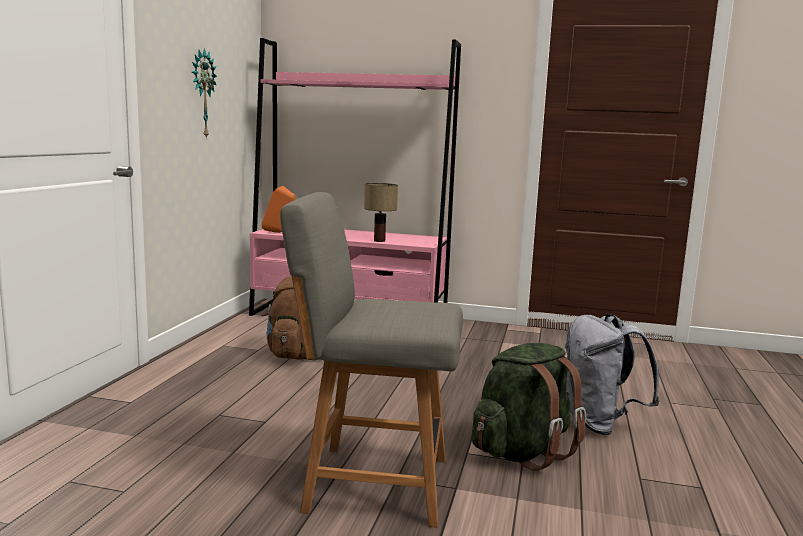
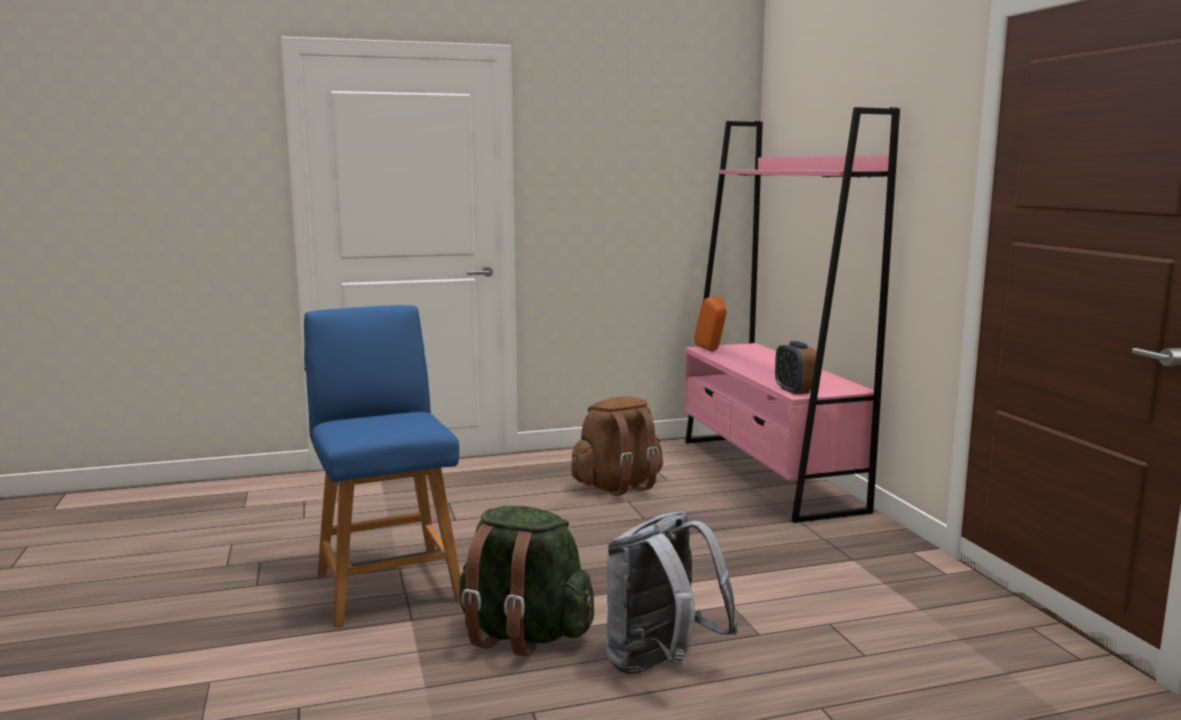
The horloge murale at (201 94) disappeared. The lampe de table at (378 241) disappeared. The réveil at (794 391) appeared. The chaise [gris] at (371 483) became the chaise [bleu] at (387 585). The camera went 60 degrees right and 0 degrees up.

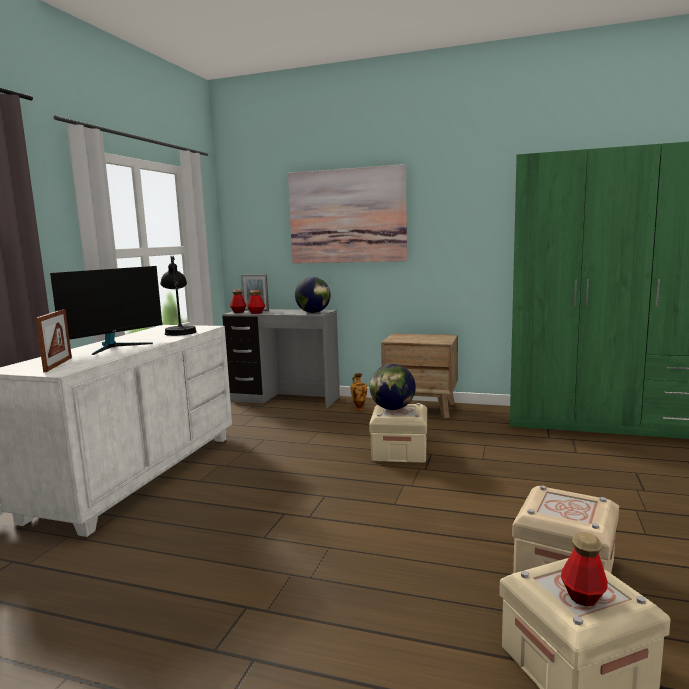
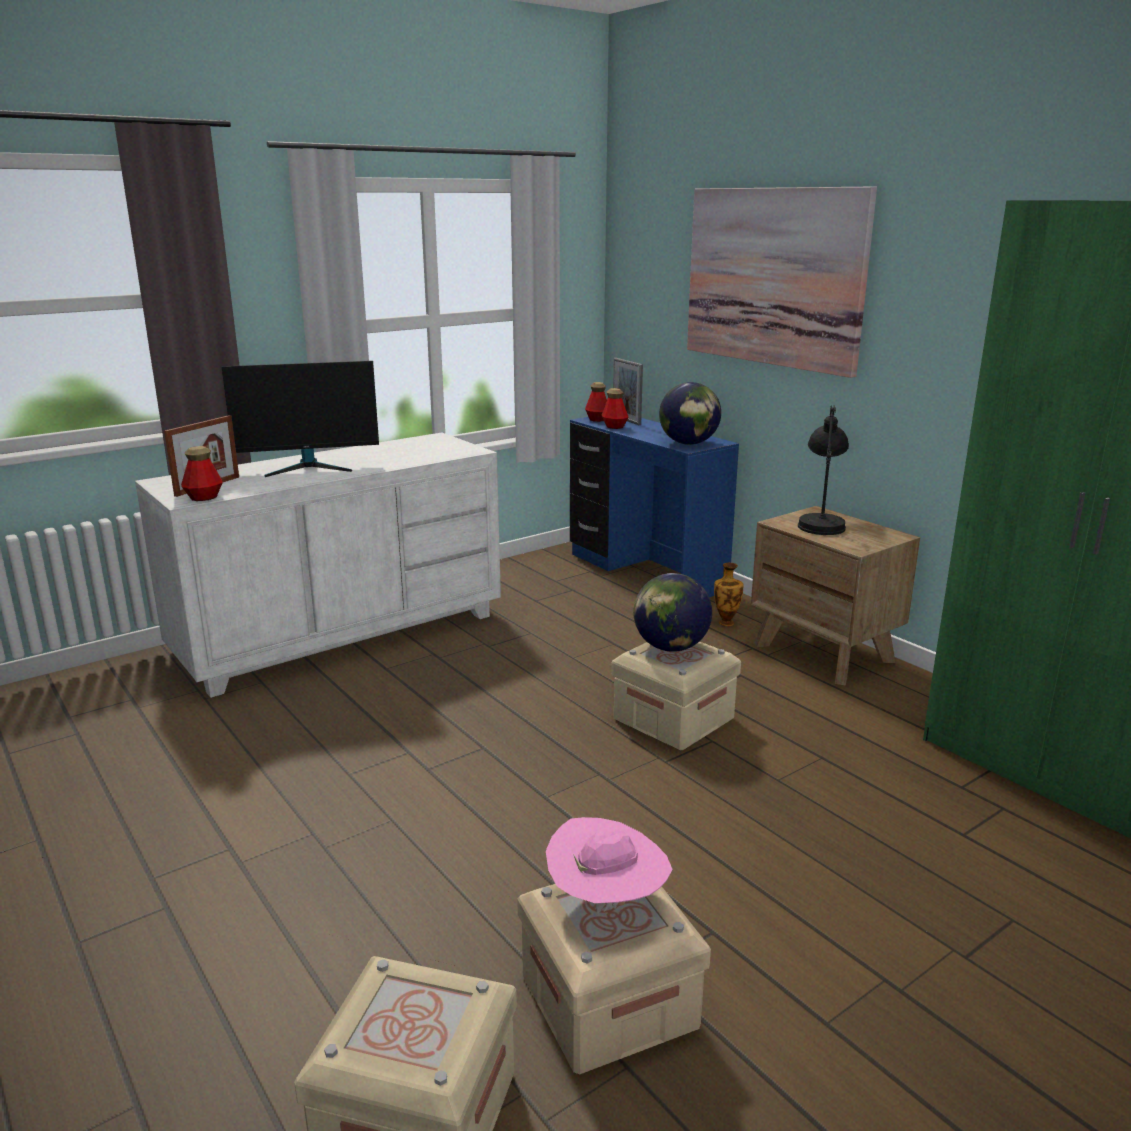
The chapeau [rose] at (607 901) appeared. The lampe de table [noir] moved from (179 331) to (821 520). The bouteille moved from (582 596) to (204 497). The bureau [gris] at (284 399) became the bureau [bleu] at (644 573). The camera went 35 degrees right and 10 degrees up.

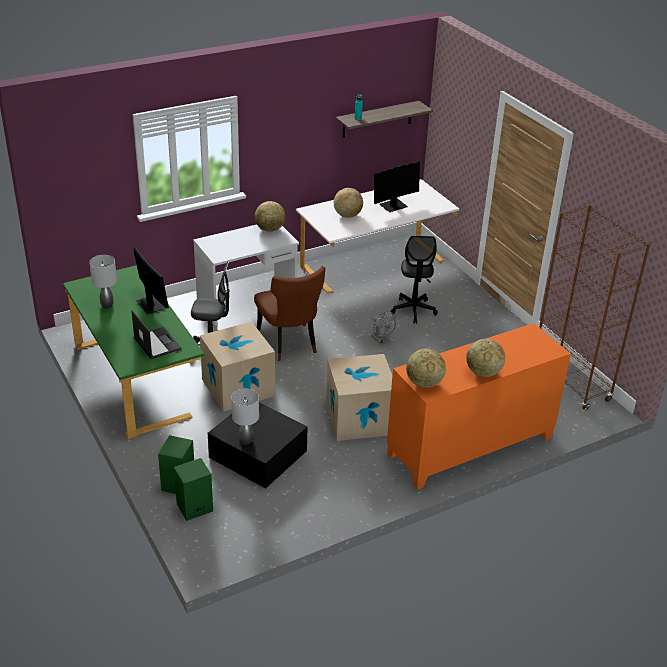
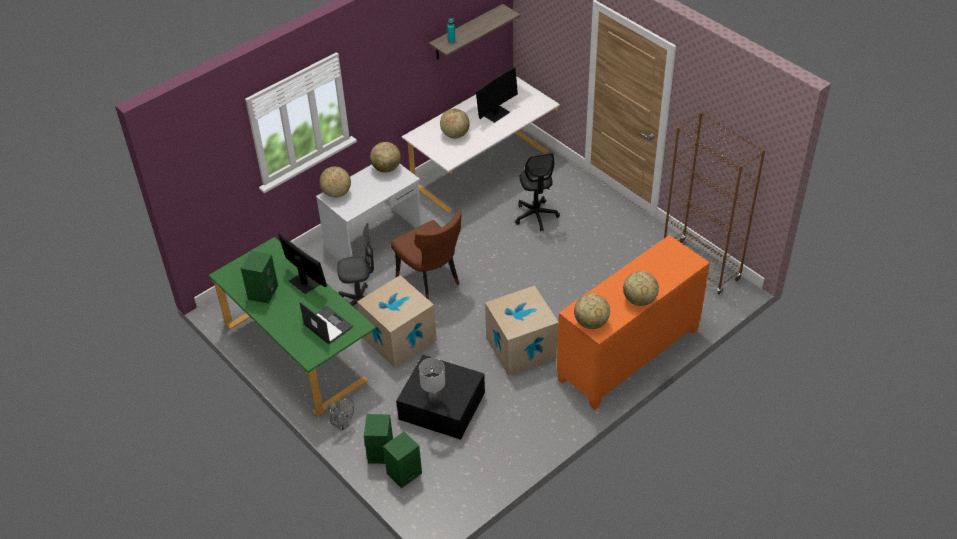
The globe at (336 193) appeared. The ventilateur [gris] moved from (381 340) to (342 425). The lampe de table [gris] at (107 305) was replaced by the enceinte [vert] at (262 291). The camera went 10 degrees left and 10 degrees up.

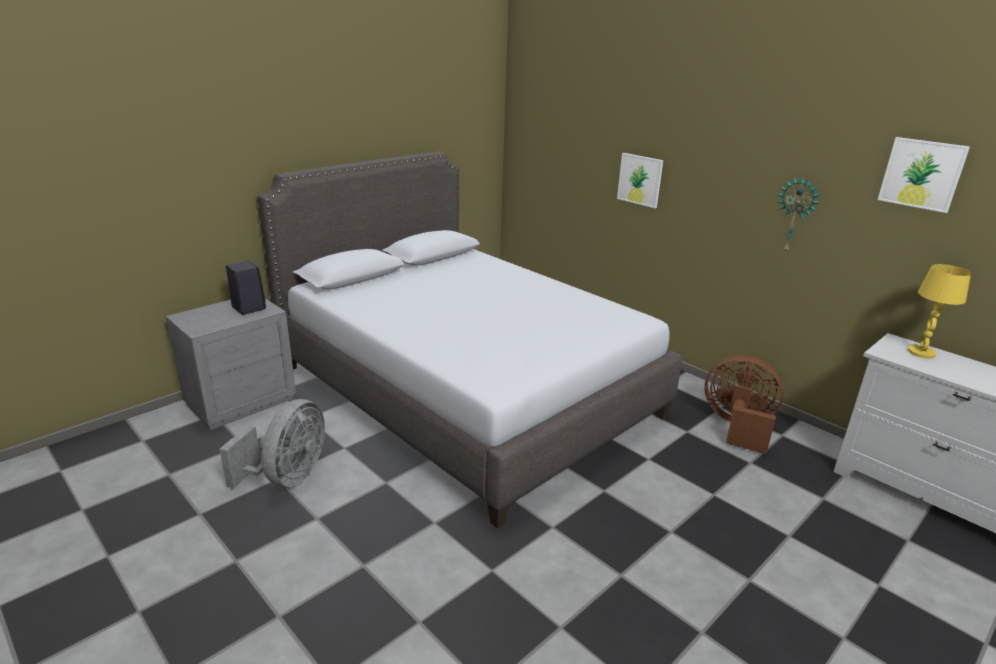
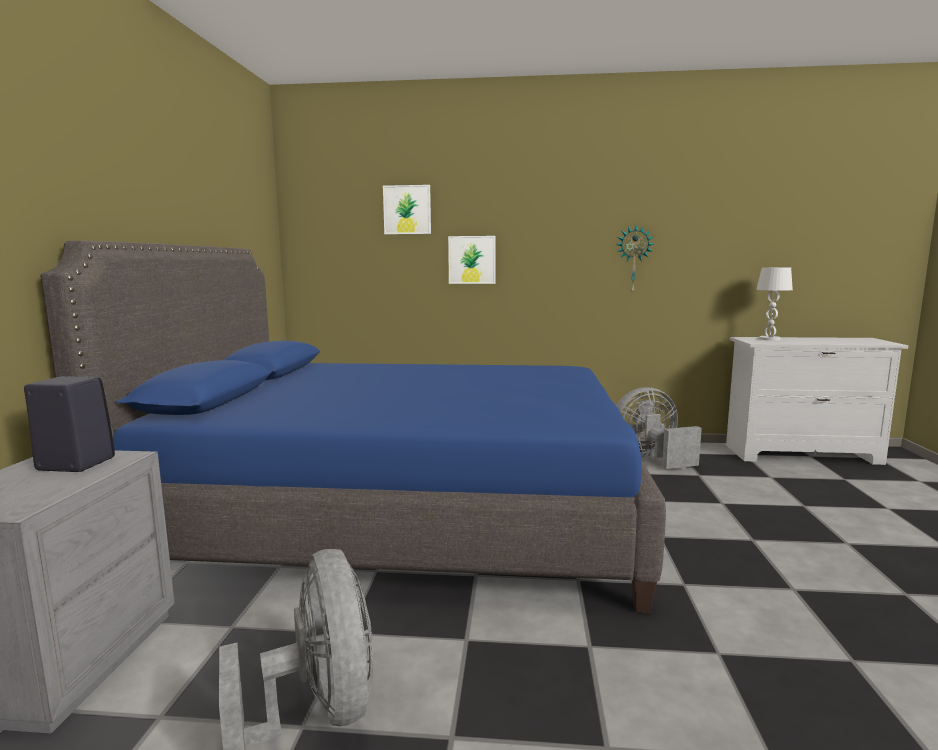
The tableau moved from (922 174) to (407 210). The lit [gris] at (466 391) became the lit [bleu] at (400 516). The ventilateur [marron] at (737 427) became the ventilateur [gris] at (650 458). The lampe de table [jaune] at (921 352) became the lampe de table [blanc] at (769 339). The camera went 40 degrees left and 15 degrees down.

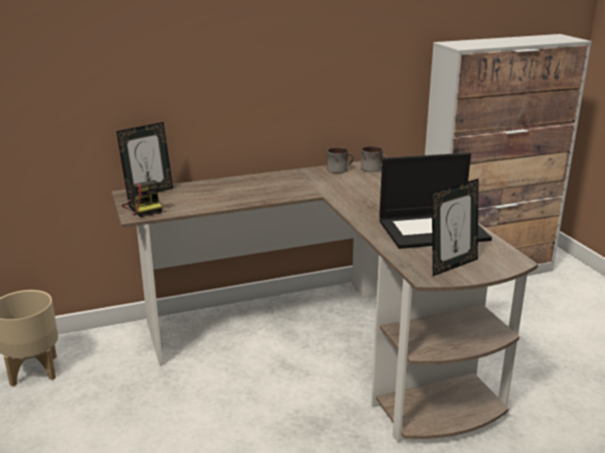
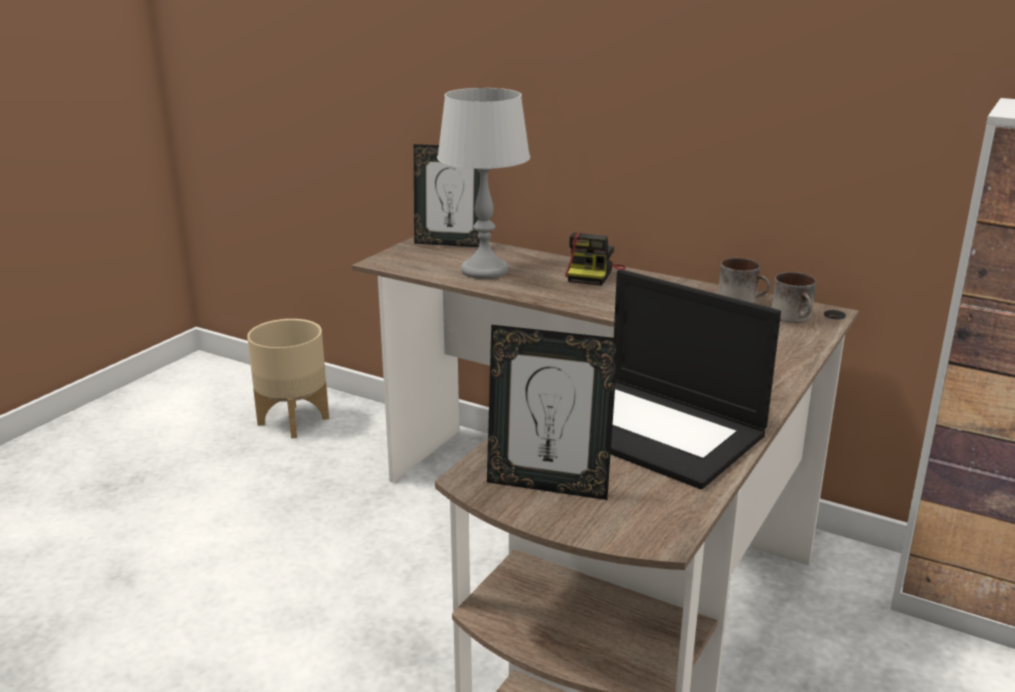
The lampe de table [gris] at (484 270) appeared. The appareil photo moved from (143 208) to (593 274). The camera went 50 degrees right and 0 degrees up.

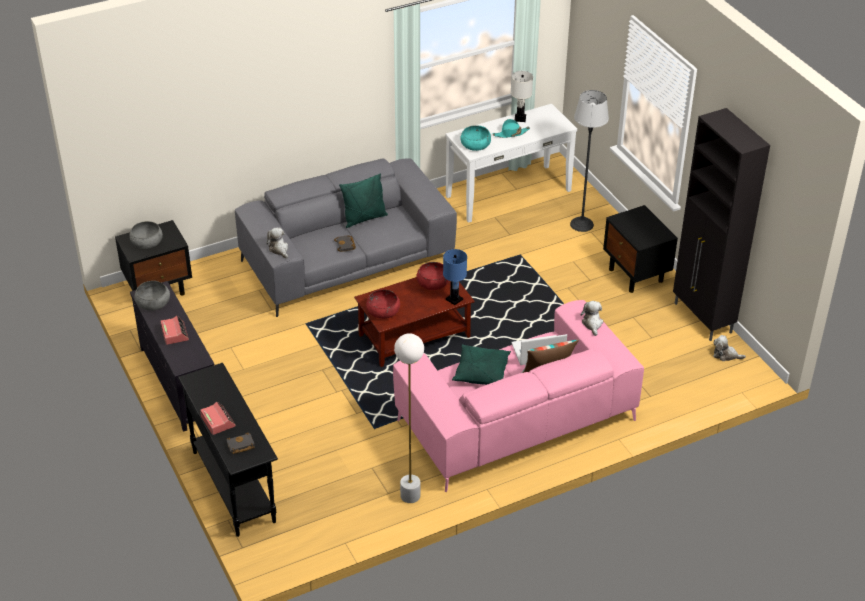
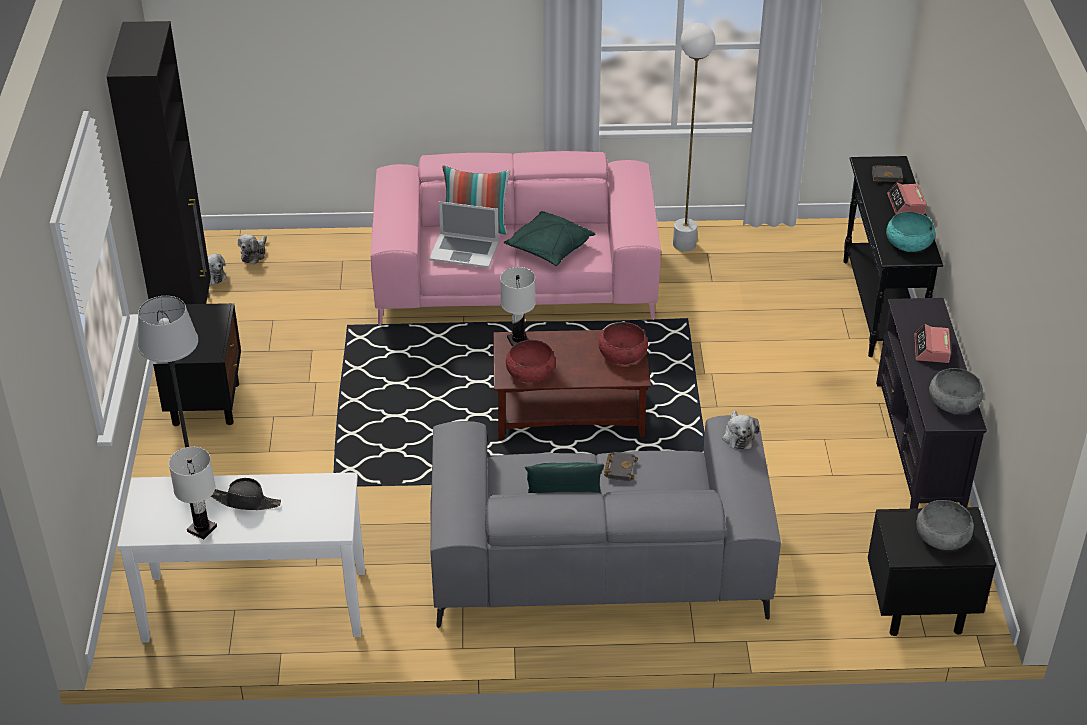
The bol [turquoise] moved from (475 145) to (909 242). The peluche moved from (592 324) to (254 254). The lampe de table [bleu] at (454 299) became the lampe de table [blanc] at (518 341). The chapeau [turquoise] at (510 133) became the chapeau [noir] at (246 501). The camera went 155 degrees left and 0 degrees up.

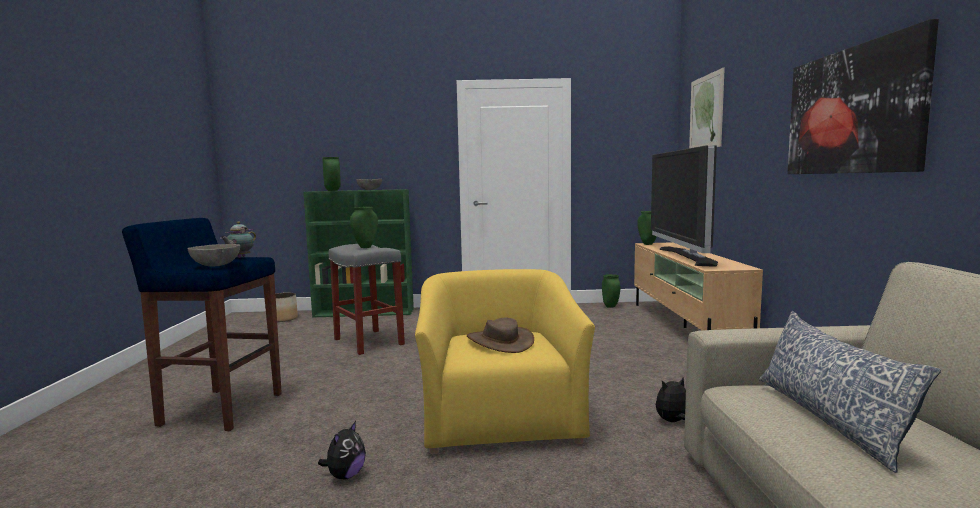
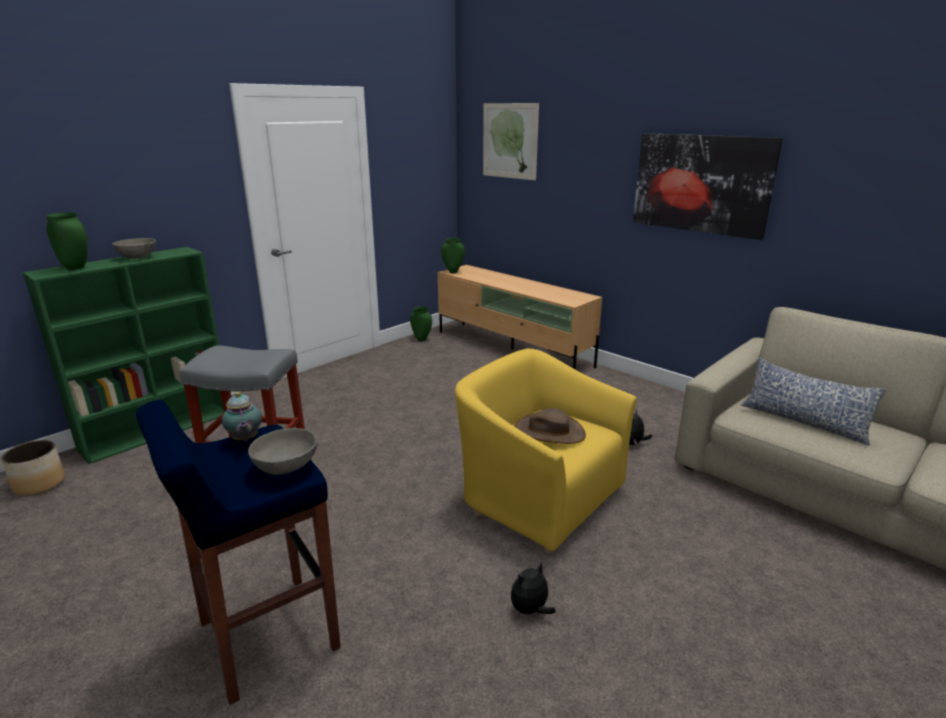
The vase [vert] at (365 247) disappeared. The téléviseur at (686 256) disappeared. The peluche at (345 475) turned 105 degrees counterclockwise. The camera went 45 degrees left and 15 degrees up.

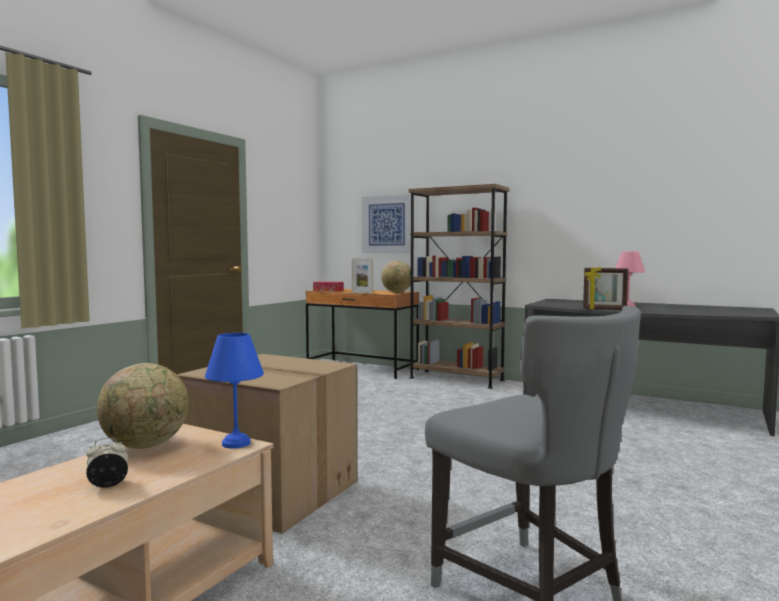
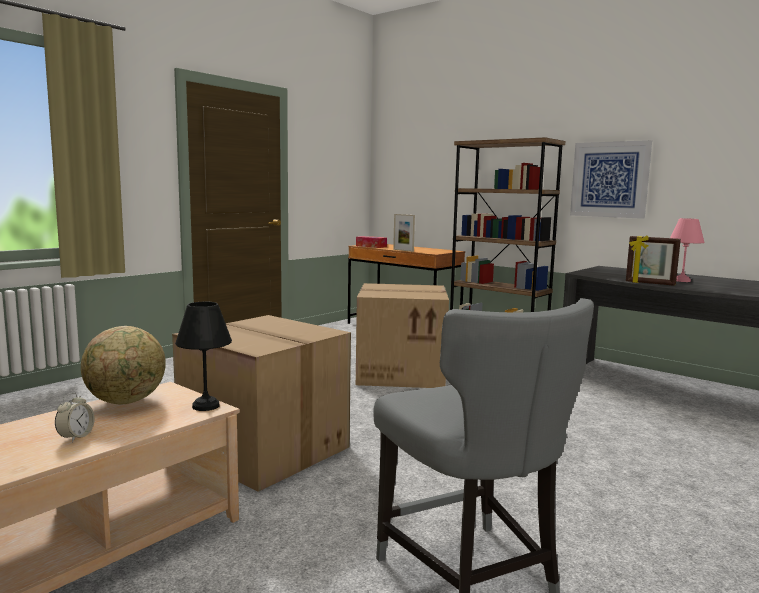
The globe at (397 292) disappeared. The carton at (402 373) appeared. The tableau moved from (387 224) to (609 179). The lampe de table [bleu] at (235 444) became the lampe de table [noir] at (205 406). The réveil at (108 485) turned 120 degrees clockwise. The camera went 10 degrees right and 5 degrees up.

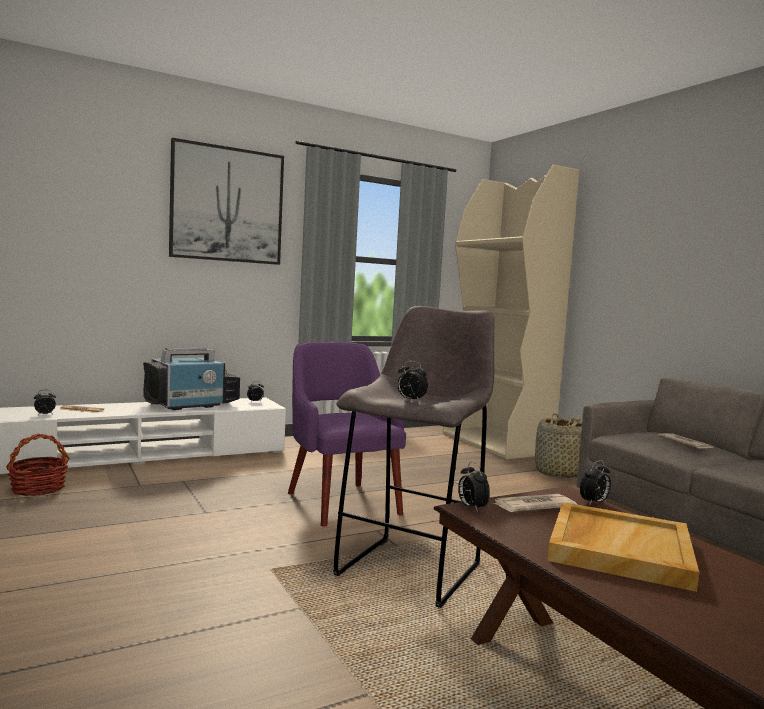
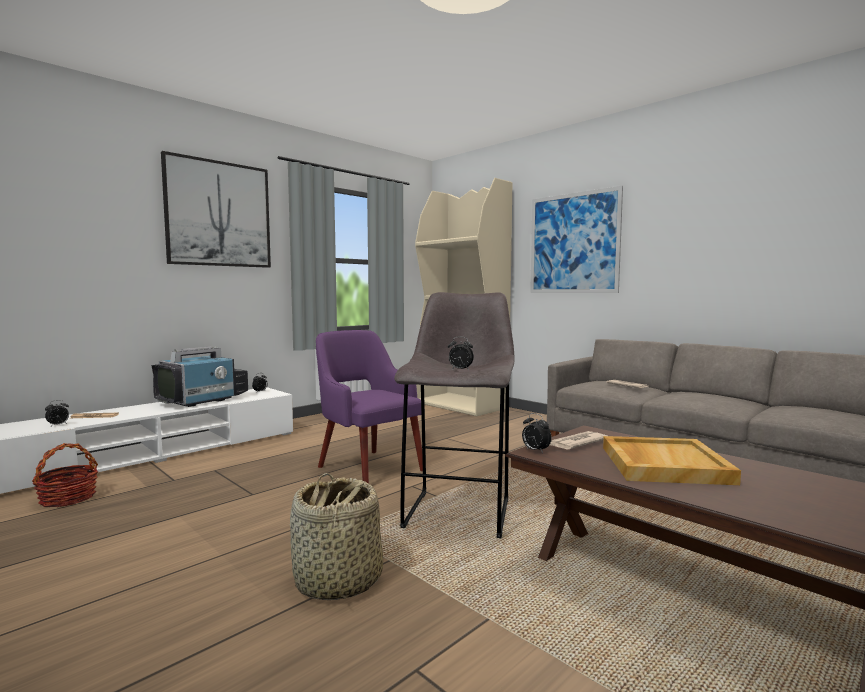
The réveil at (594 503) disappeared. The tableau at (573 243) appeared. The panier moved from (559 473) to (337 581). The camera went 15 degrees left and 0 degrees up.

